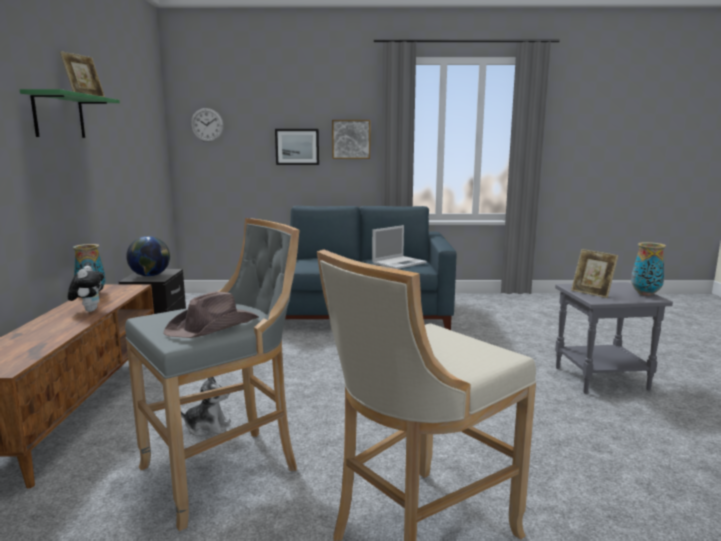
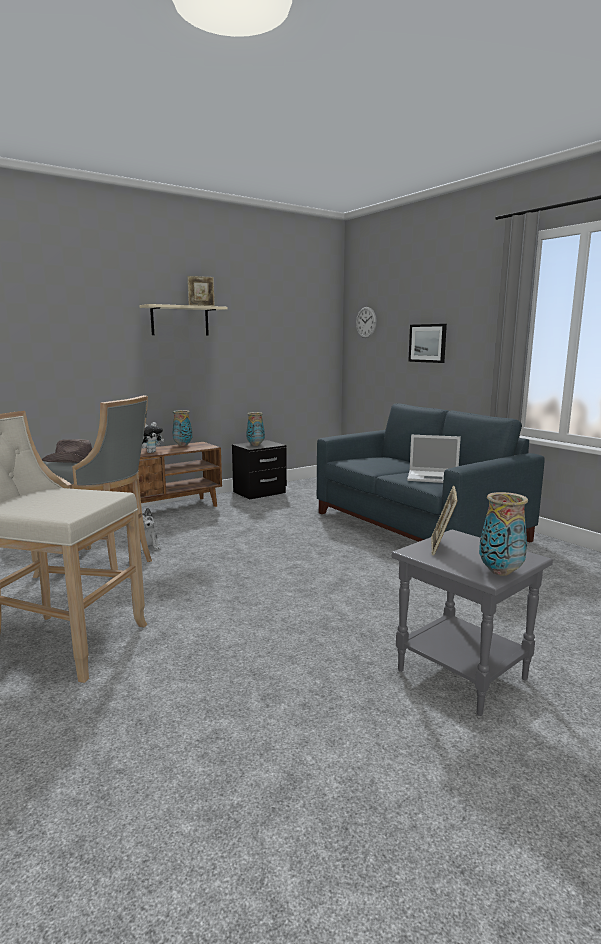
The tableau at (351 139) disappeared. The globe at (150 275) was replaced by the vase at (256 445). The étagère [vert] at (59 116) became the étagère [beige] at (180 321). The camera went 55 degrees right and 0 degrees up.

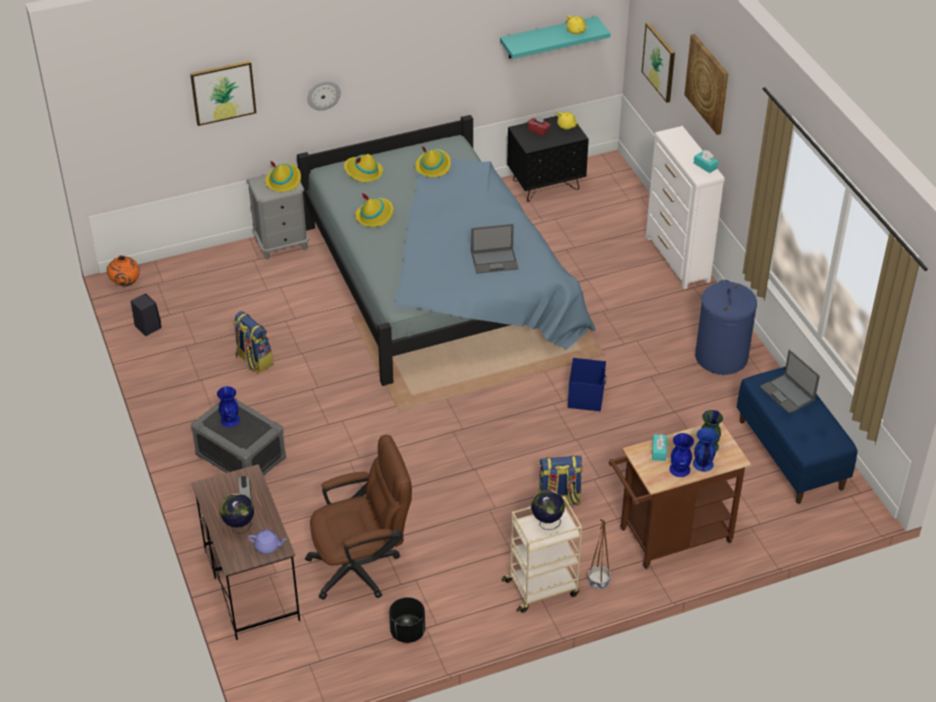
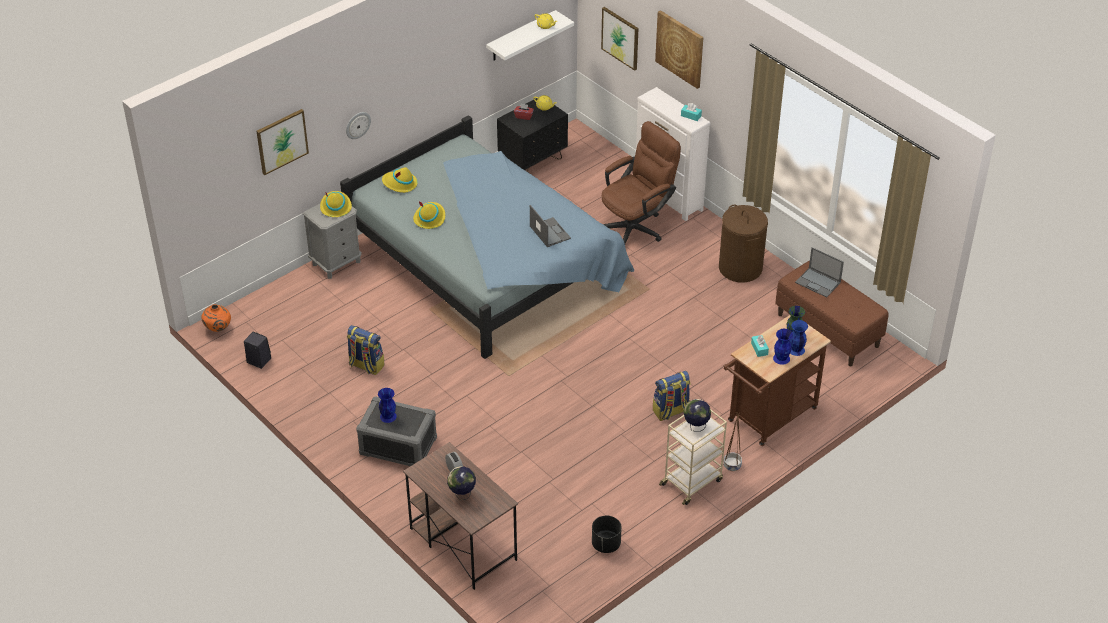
The théière [violet] at (268 546) disappeared. The chapeau [jaune] at (433 166) disappeared. The boîte de rangement [bleu] at (586 397) disappeared. The chaise de bureau [marron] moved from (362 566) to (636 226). The étagère [turquoise] at (548 38) became the étagère [blanc] at (521 36). The panier à linge [bleu] at (721 357) became the panier à linge [marron] at (740 268). The banc [bleu] at (791 454) became the banc [marron] at (828 330). The ordinateur portable at (495 261) turned 90 degrees counterclockwise. The camera went 20 degrees left and 0 degrees up.

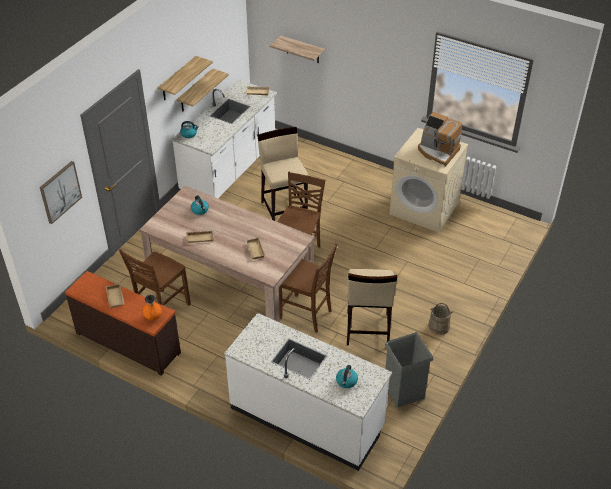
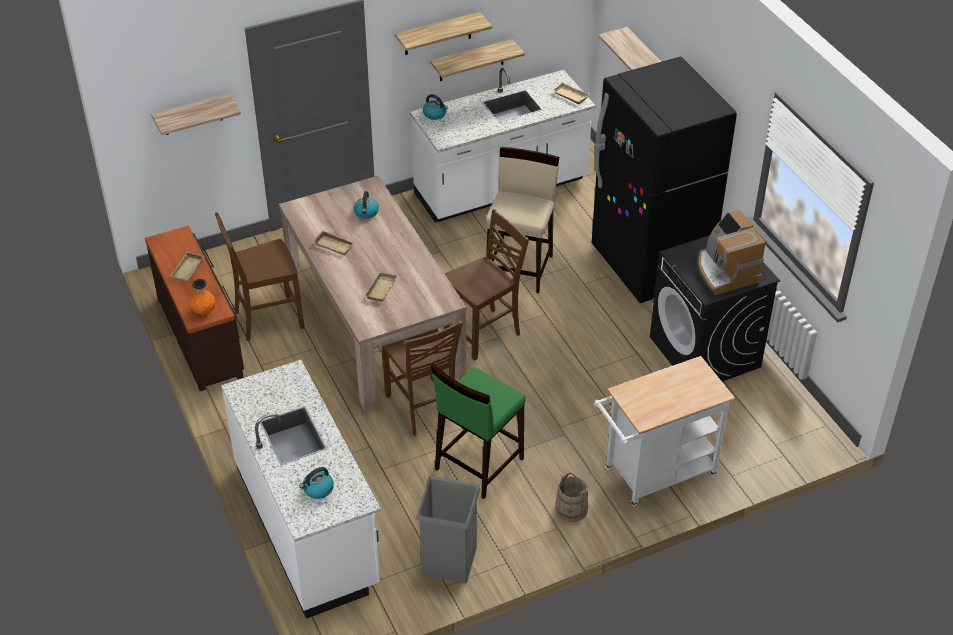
The réfrigérateur [noir] at (650 265) appeared. The chariot [blanc] at (654 475) appeared. The tableau at (60 192) was replaced by the étagère at (192 115). The tabouret [beige] at (367 329) became the tabouret [vert] at (478 464). The lave-linge [beige] at (424 208) became the lave-linge [noir] at (705 352). The camera went 35 degrees right and 0 degrees up.

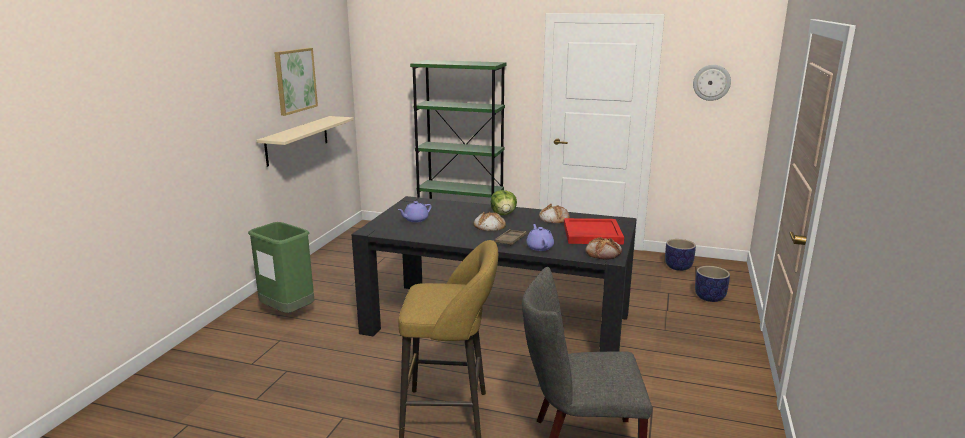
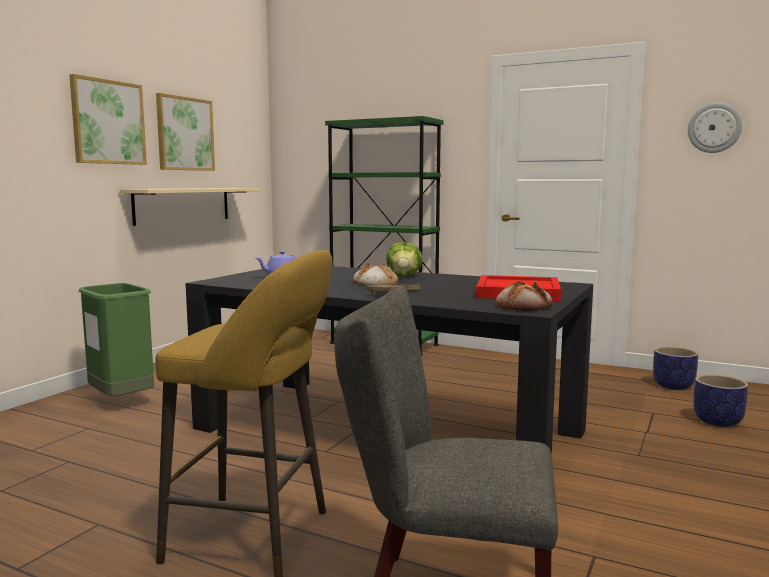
The théière [violet] at (539 247) disappeared. The pain at (553 218) disappeared. The tableau at (108 122) appeared. The camera went 10 degrees right and 10 degrees down.

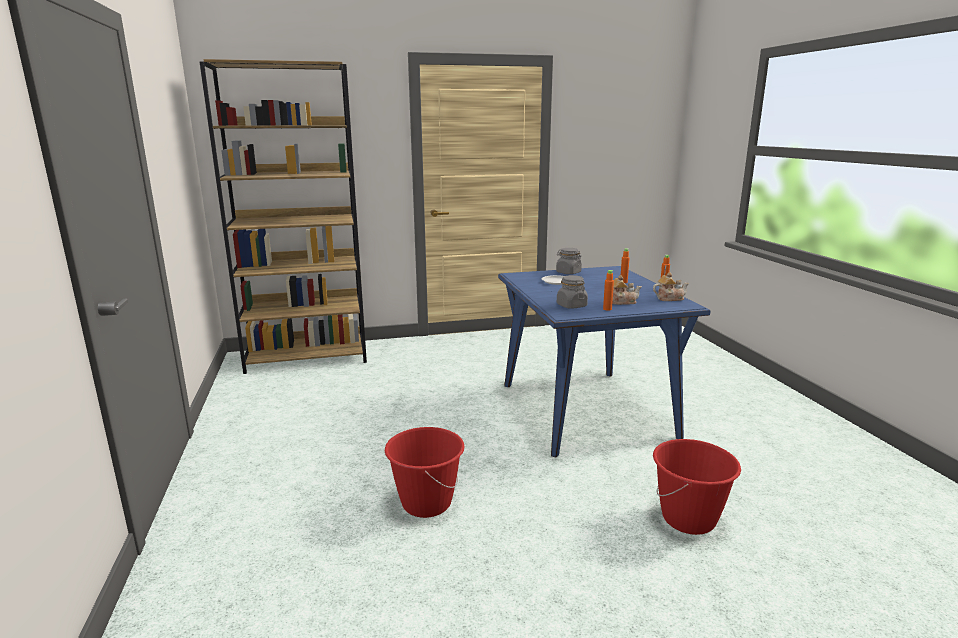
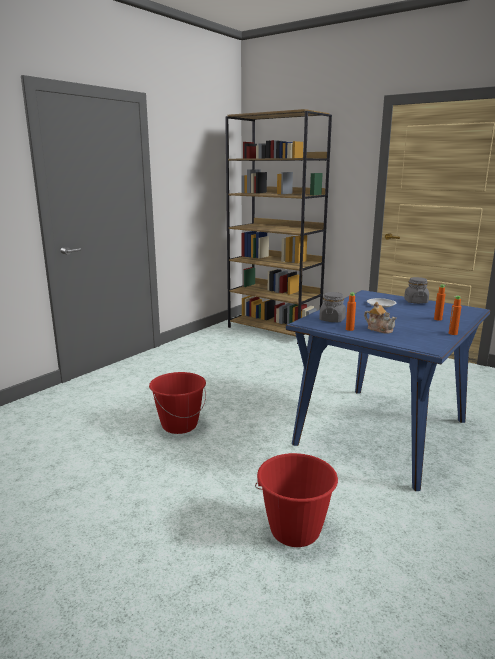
The théière at (669 298) disappeared. The camera went 50 degrees right and 0 degrees up.

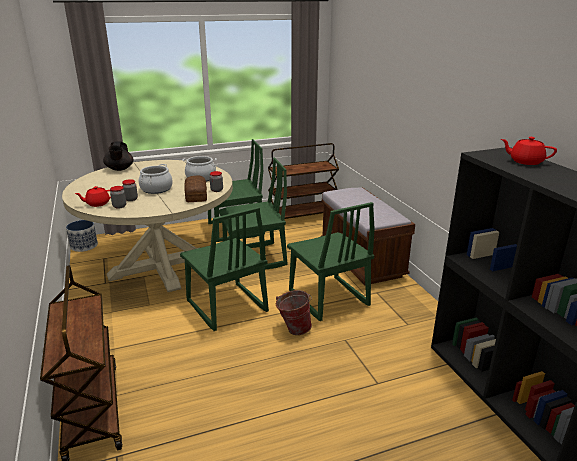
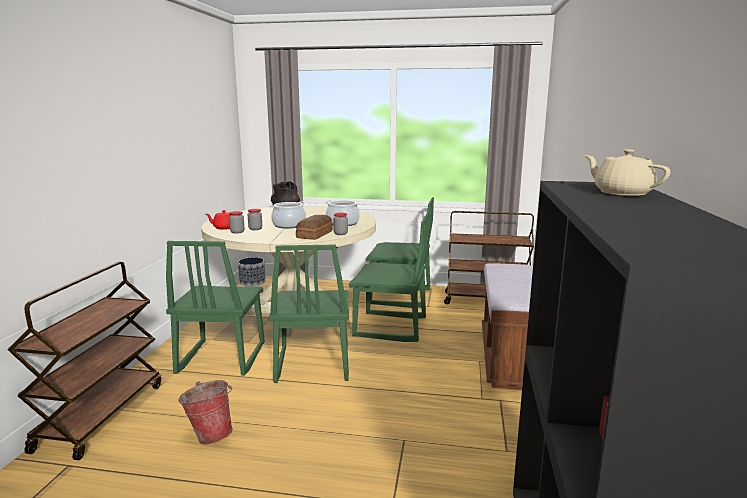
The seau moved from (293 329) to (210 434). The chaise [vert] moved from (327 299) to (221 358). The théière [rouge] at (525 161) became the théière [beige] at (621 193). The camera went 30 degrees right and 10 degrees down.

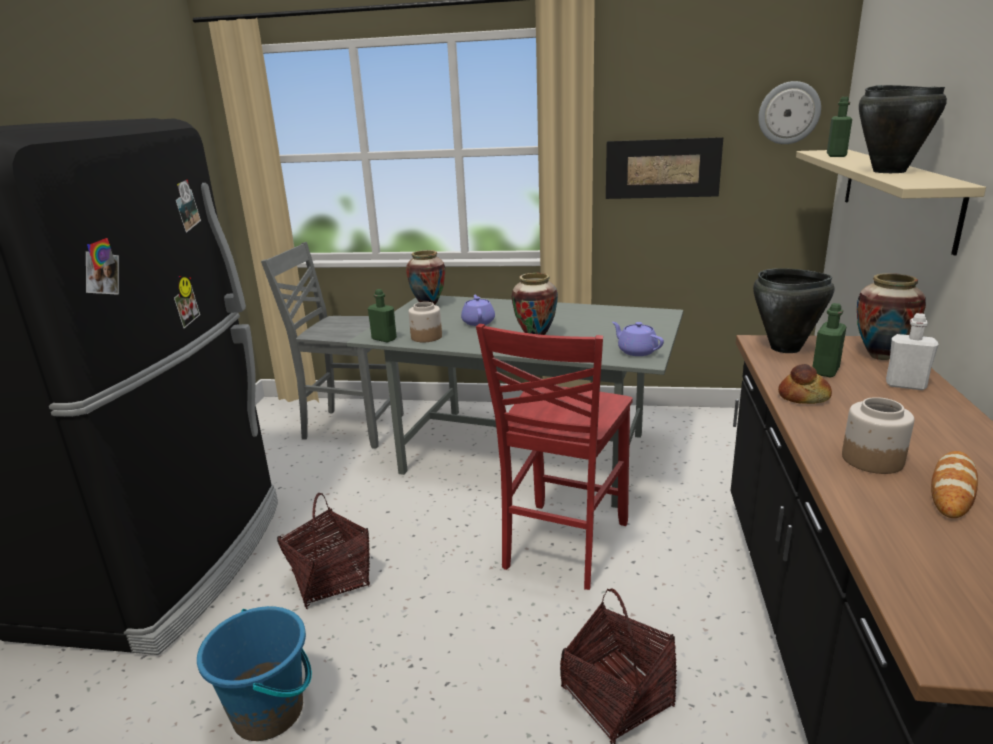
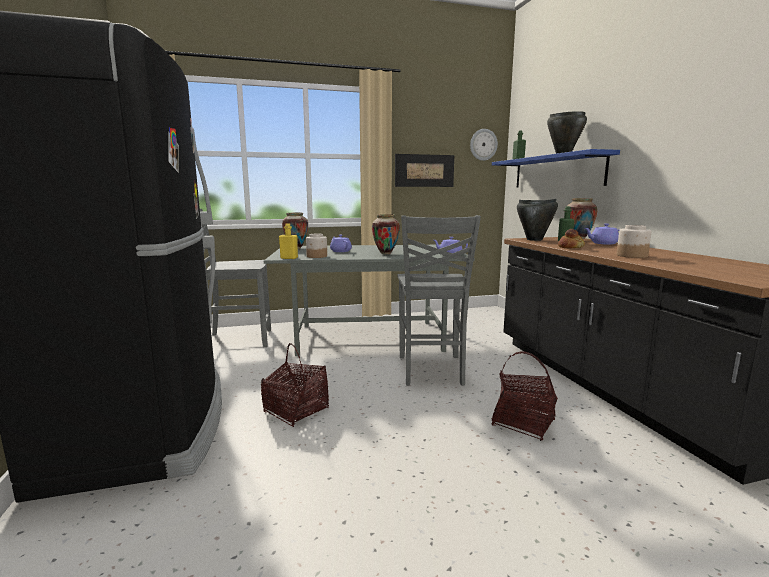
The seau [bleu] at (269 712) disappeared. The pain at (952 489) disappeared. The bouteille [blanc] at (905 385) was replaced by the théière [violet] at (603 243). The bouteille [vert] at (384 339) became the bouteille [jaune] at (289 258). The chaise [rouge] at (562 545) became the chaise [gris] at (431 371). The étagère [beige] at (896 194) became the étagère [bleu] at (556 172). The camera went 25 degrees left and 10 degrees down.

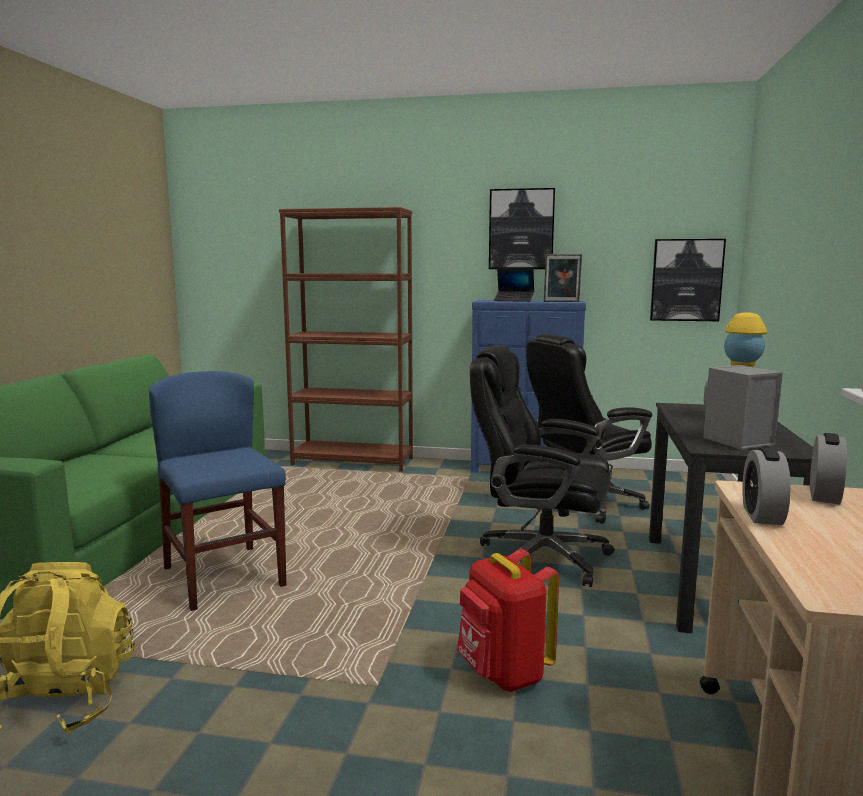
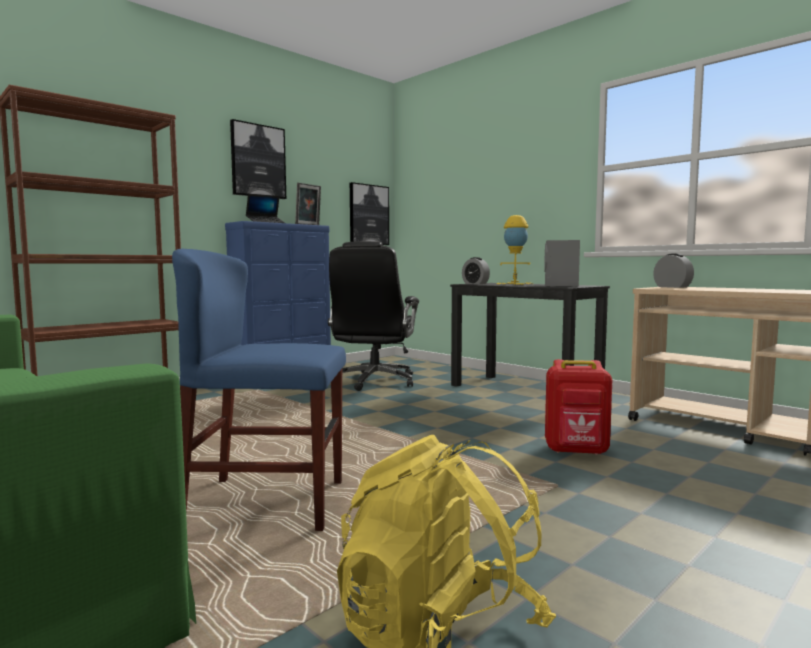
The chaise de bureau [noir] at (540 557) disappeared. The réveil moved from (762 515) to (475 283). The camera went 55 degrees left and 5 degrees down.

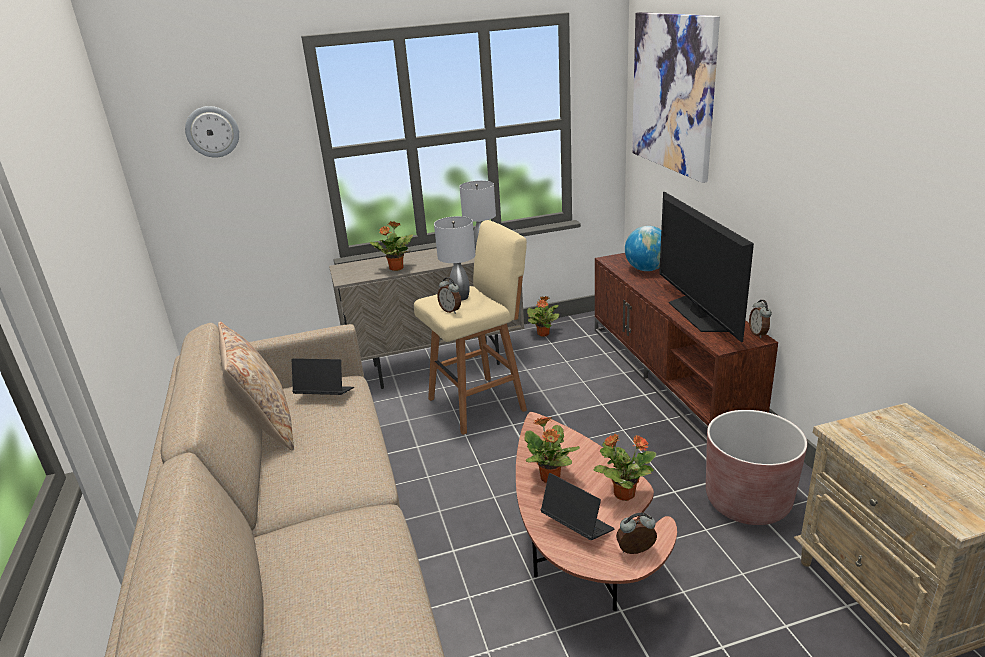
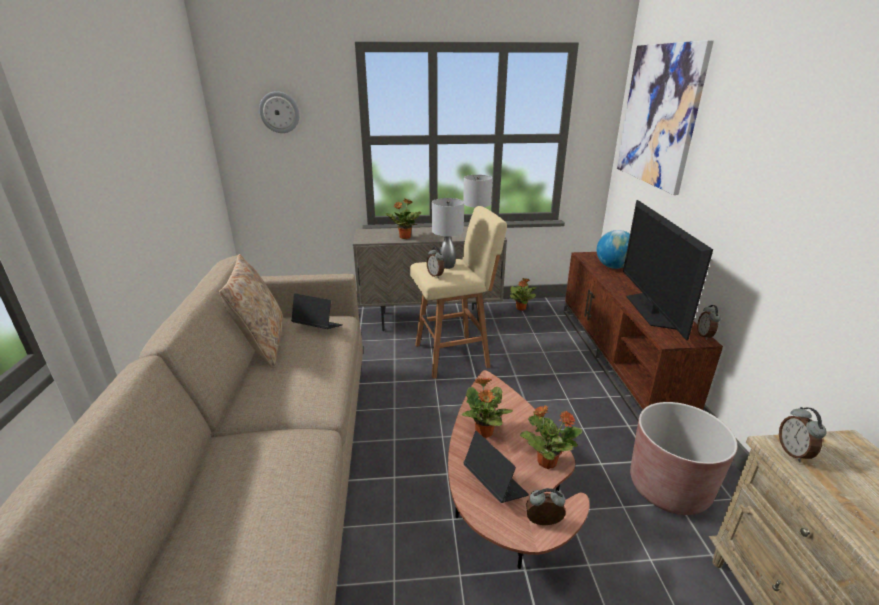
The réveil at (794 452) appeared. The camera went 10 degrees right and 0 degrees up.

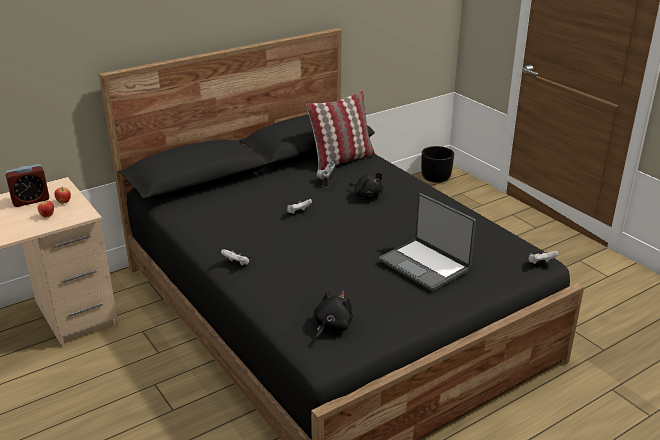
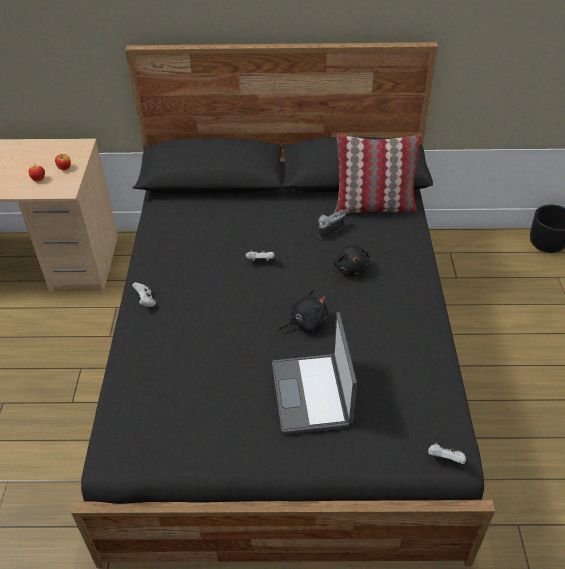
The réveil at (30 200) disappeared. The peluche [noir] moved from (331 326) to (306 322). The camera went 35 degrees right and 15 degrees up.

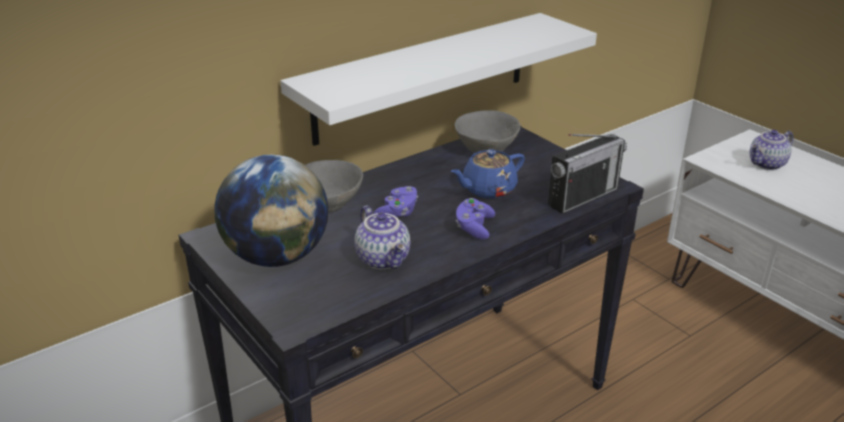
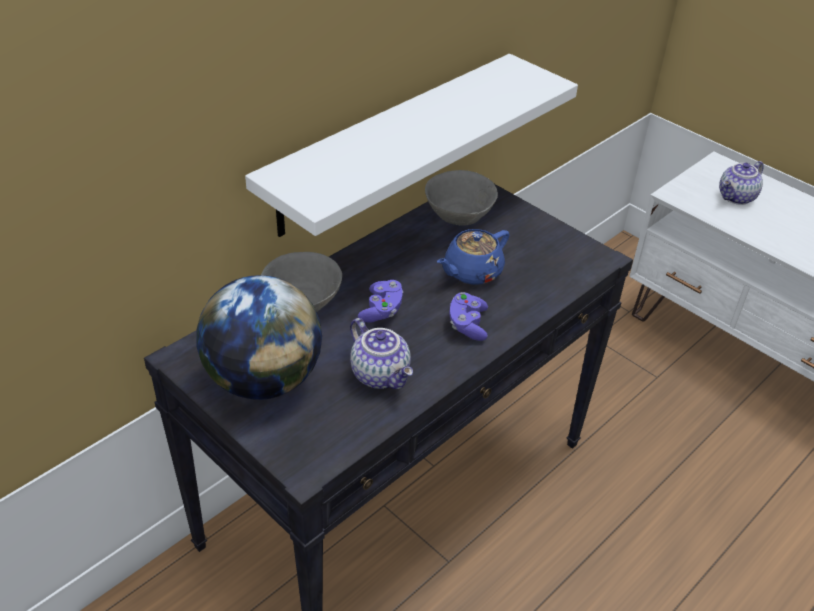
The radio at (583 197) disappeared. The camera went 10 degrees left and 10 degrees up.

